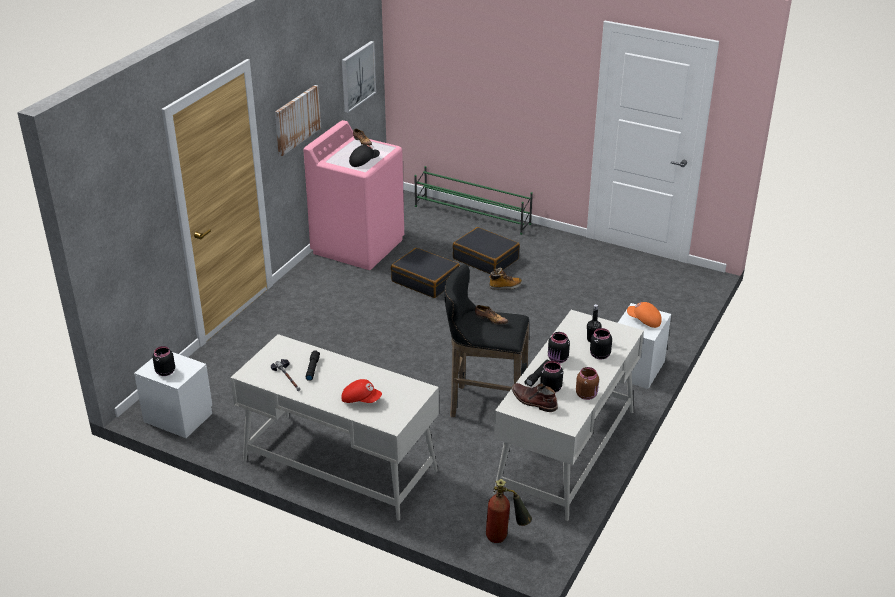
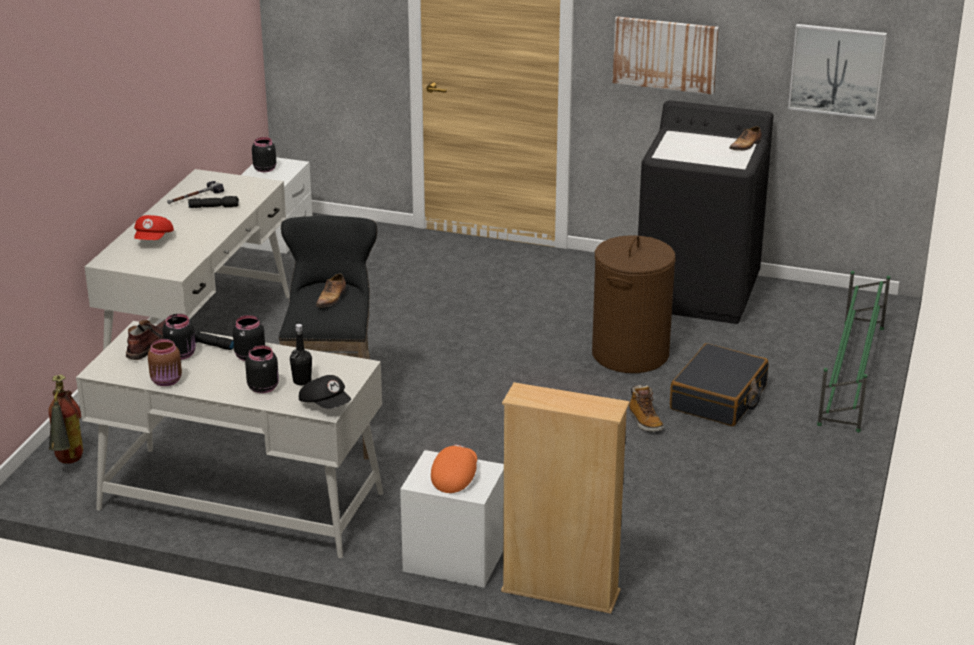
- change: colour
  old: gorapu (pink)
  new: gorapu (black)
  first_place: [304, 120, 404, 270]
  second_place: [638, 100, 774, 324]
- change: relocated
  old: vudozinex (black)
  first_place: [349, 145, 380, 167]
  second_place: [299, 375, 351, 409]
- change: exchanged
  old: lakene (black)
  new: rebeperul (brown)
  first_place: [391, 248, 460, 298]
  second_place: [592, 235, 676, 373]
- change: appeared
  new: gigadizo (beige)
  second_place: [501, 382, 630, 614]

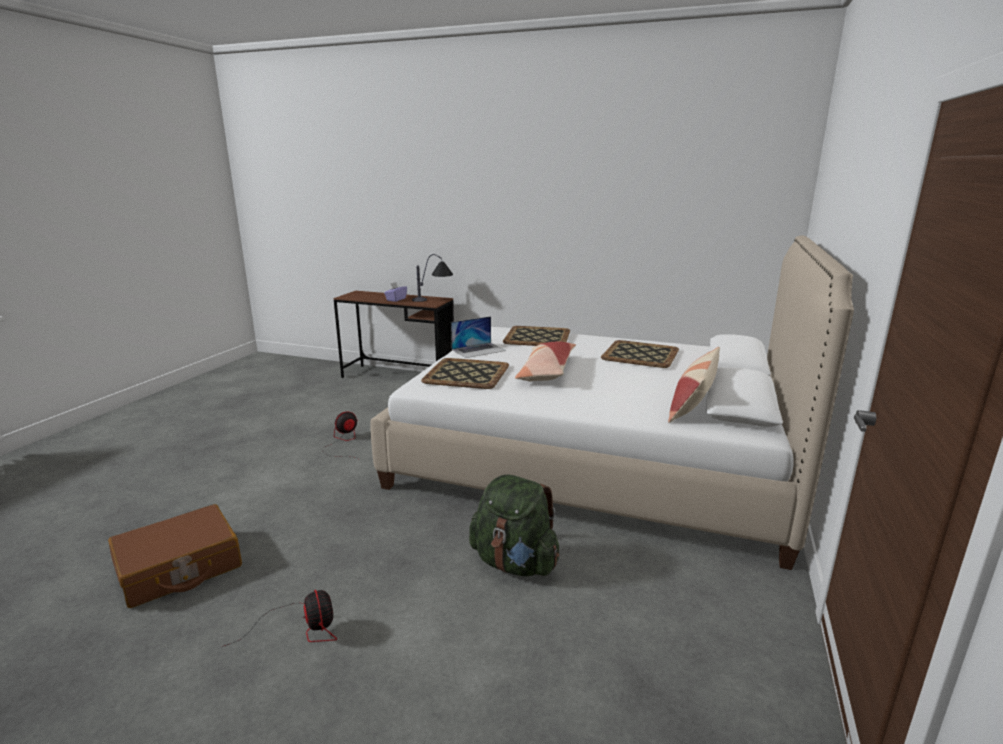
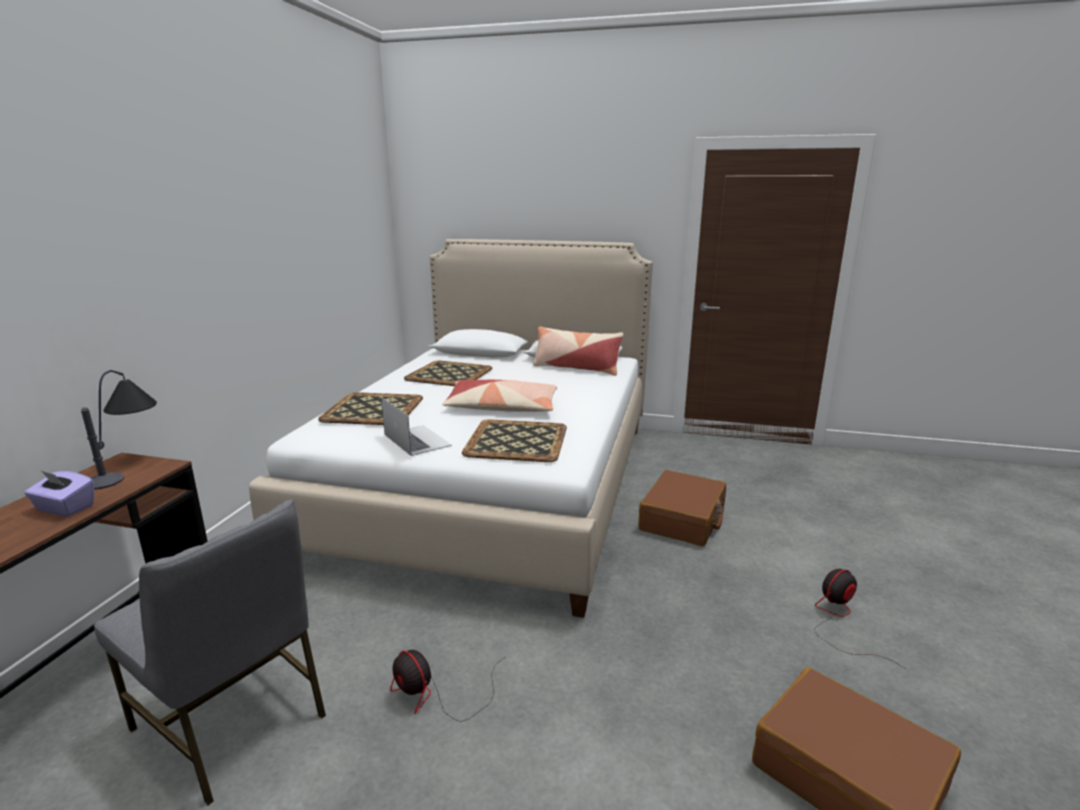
- change: exchanged
  old: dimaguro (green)
  new: lakene (brown)
  first_place: [469, 474, 559, 576]
  second_place: [638, 470, 726, 546]
- change: appeared
  new: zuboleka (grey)
  second_place: [94, 499, 326, 805]

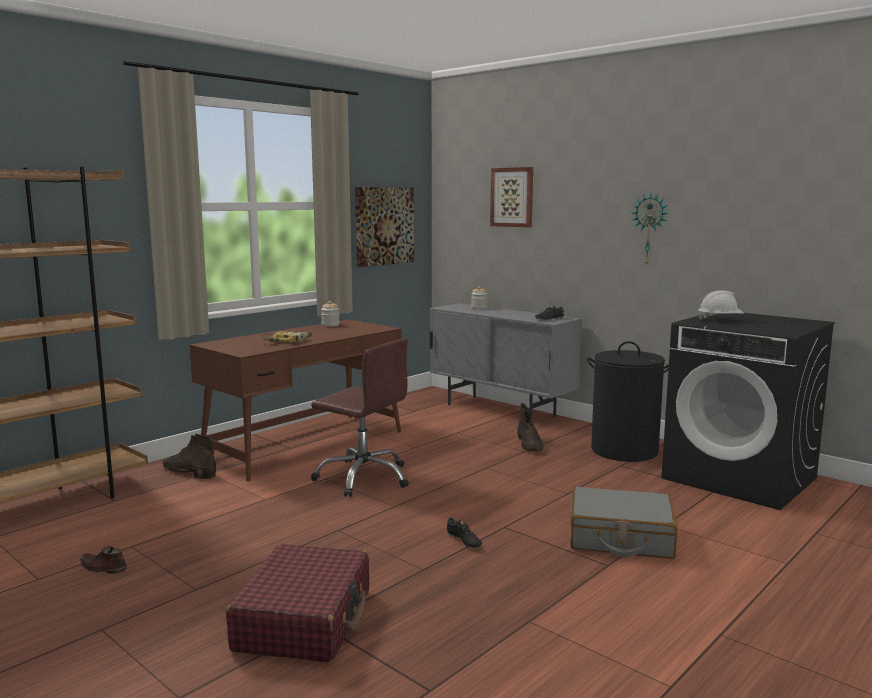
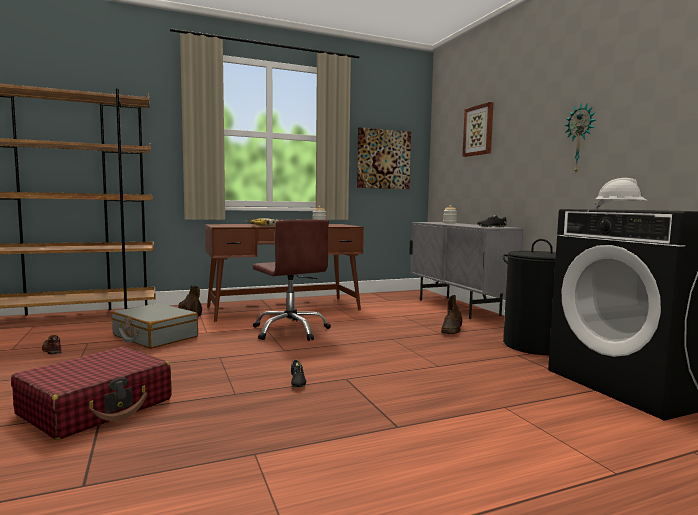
- change: relocated
  old: lakene (grey)
  first_place: [571, 487, 678, 559]
  second_place: [111, 303, 198, 349]

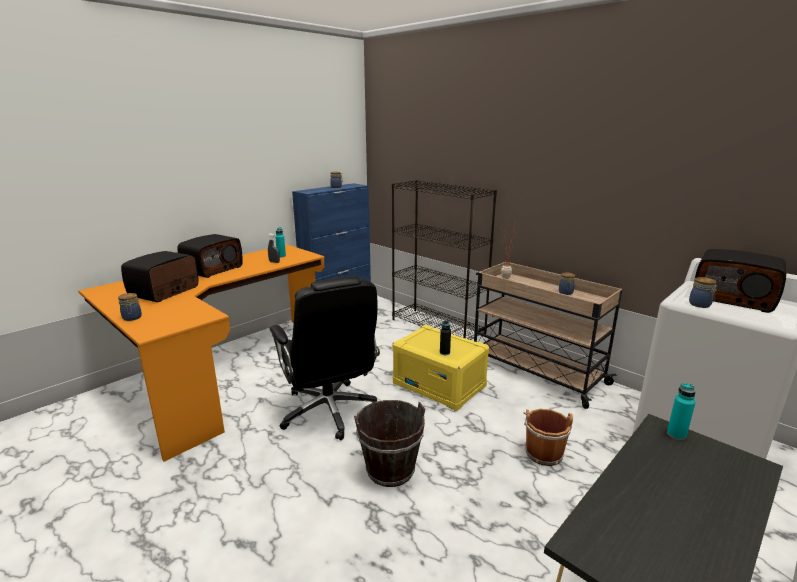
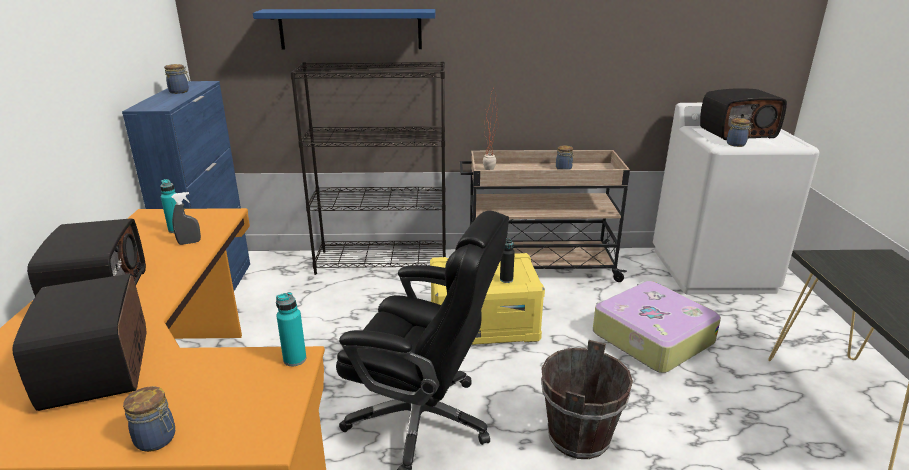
- change: relocated
  old: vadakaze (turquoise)
  first_place: [667, 383, 696, 440]
  second_place: [276, 292, 306, 366]
- change: exchanged
  old: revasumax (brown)
  new: lakene
  first_place: [524, 409, 573, 466]
  second_place: [593, 281, 721, 373]
- change: appeared
  new: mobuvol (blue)
  second_place: [253, 9, 436, 50]

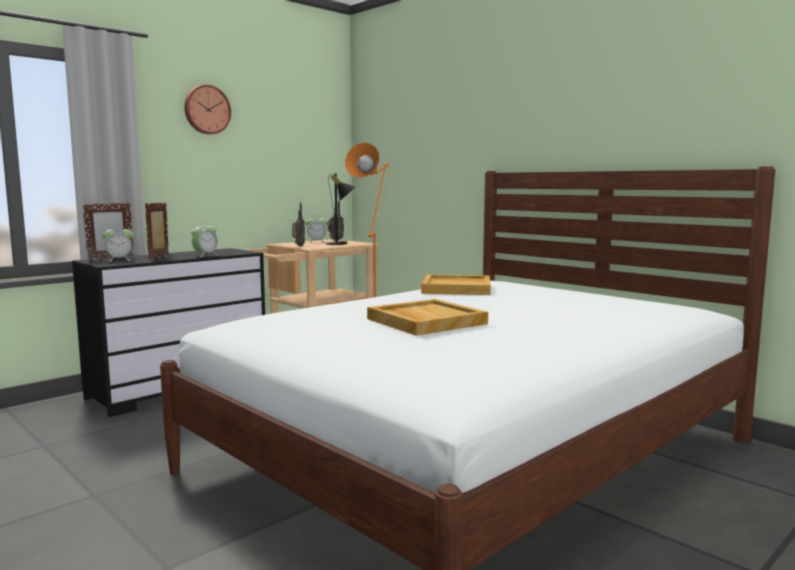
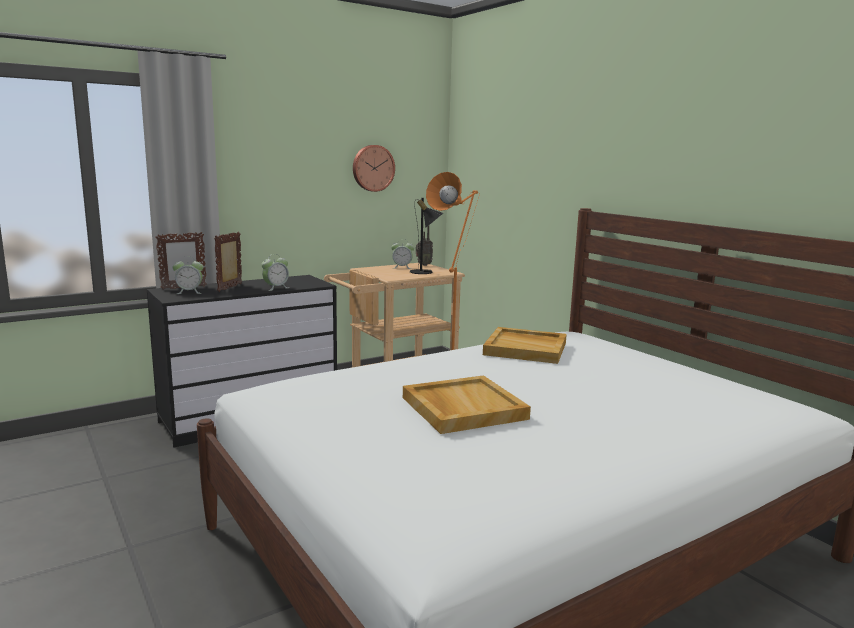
- change: relocated
  old: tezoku
  first_place: [184, 85, 231, 134]
  second_place: [353, 145, 395, 192]
- change: missing
  old: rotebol
  first_place: [292, 203, 305, 246]

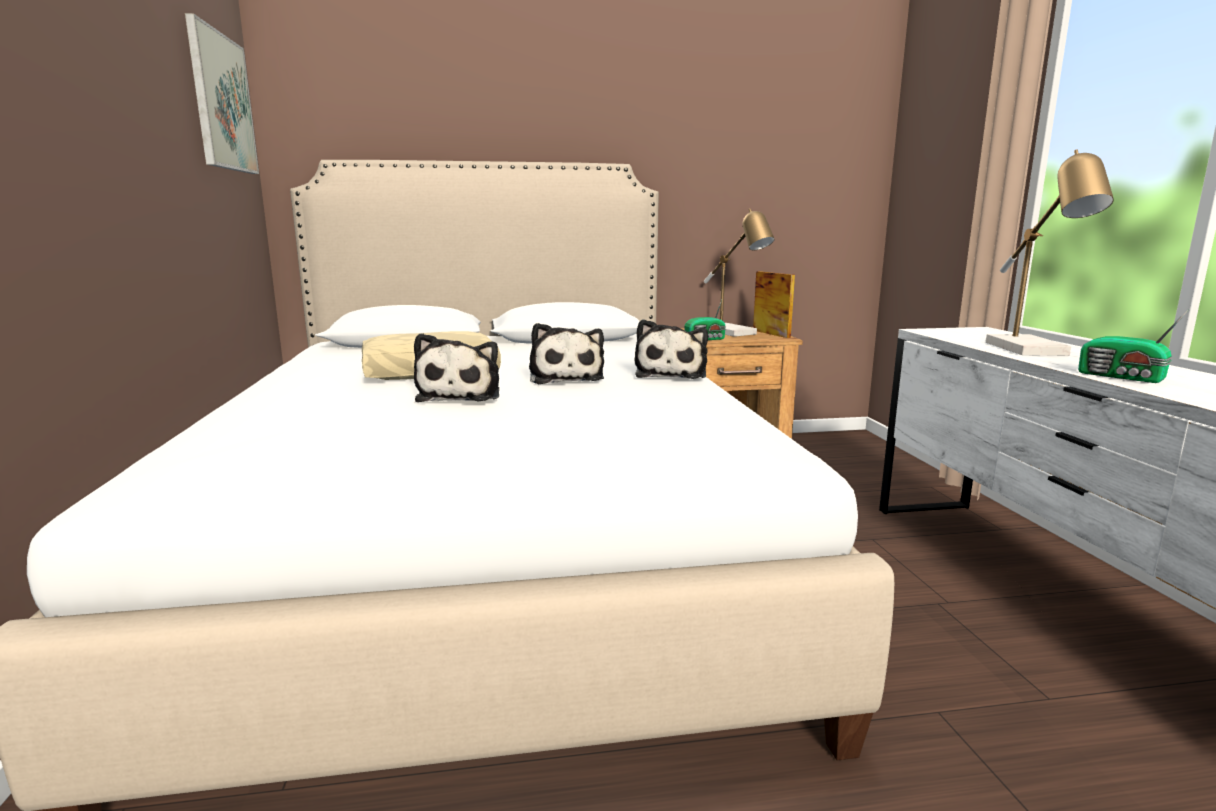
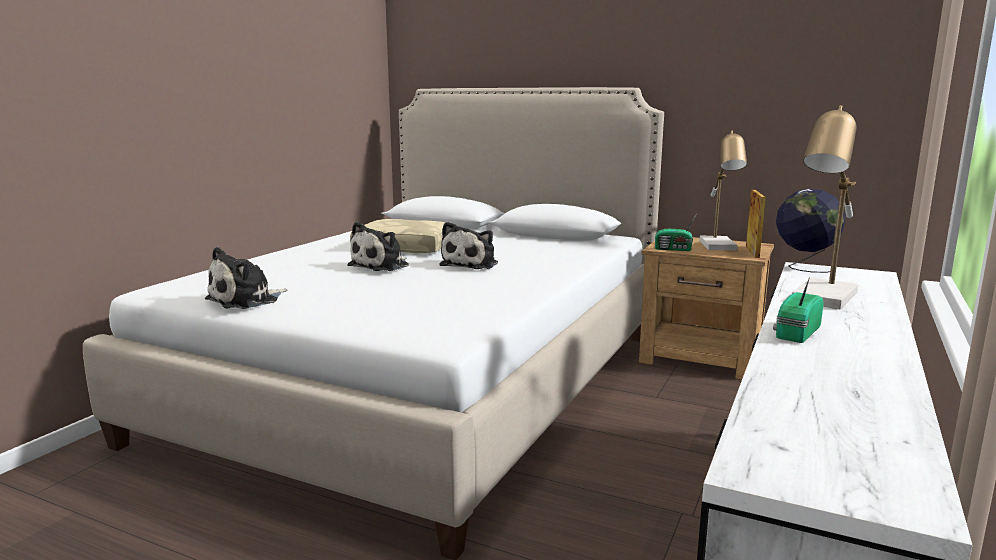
- change: missing
  old: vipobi
  first_place: [185, 13, 259, 174]
- change: spun
  old: rotebol
  first_place: [1078, 310, 1188, 383]
  second_place: [773, 277, 823, 343]
  degrees: 45
- change: relocated
  old: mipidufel
  first_place: [635, 319, 708, 379]
  second_place: [205, 247, 287, 309]
- change: appeared
  new: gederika
  second_place: [776, 188, 846, 273]

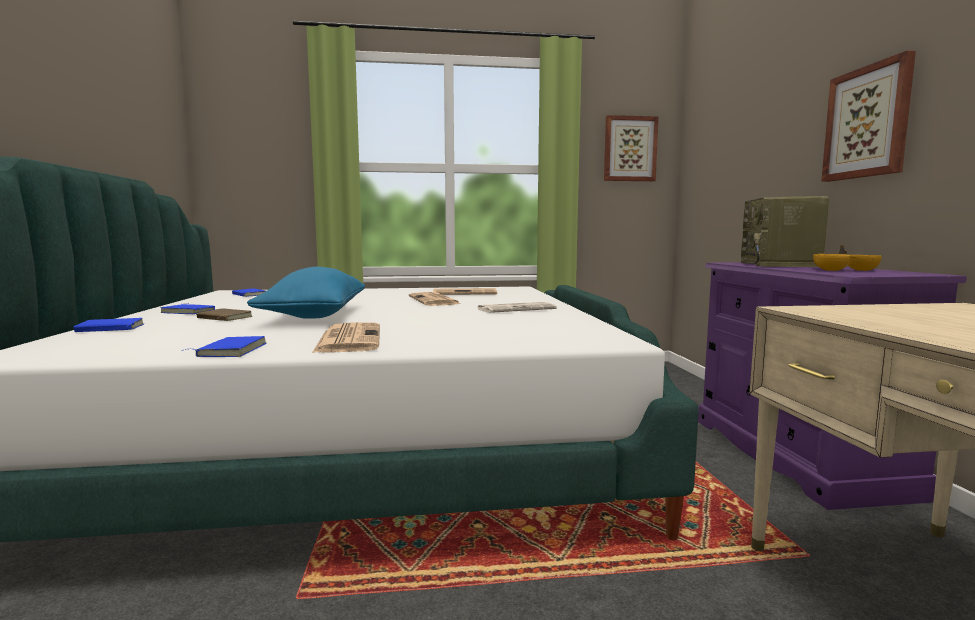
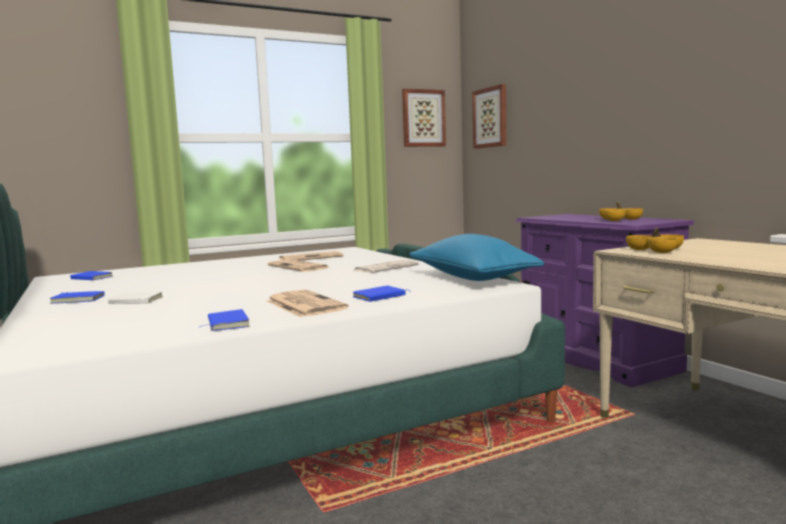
- change: relocated
  old: vipobi
  first_place: [821, 51, 916, 182]
  second_place: [472, 84, 506, 149]
- change: missing
  old: rotebol
  first_place: [741, 196, 829, 267]
- change: relocated
  old: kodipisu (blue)
  first_place: [247, 267, 365, 319]
  second_place: [409, 234, 544, 281]
- change: colour
  old: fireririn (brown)
  new: fireririn (white)
  first_place: [196, 309, 252, 321]
  second_place: [108, 292, 163, 304]
- change: relocated
  old: fireririn (blue)
  first_place: [74, 318, 144, 332]
  second_place: [353, 286, 412, 302]
- change: appeared
  new: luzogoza
  second_place: [626, 228, 684, 253]

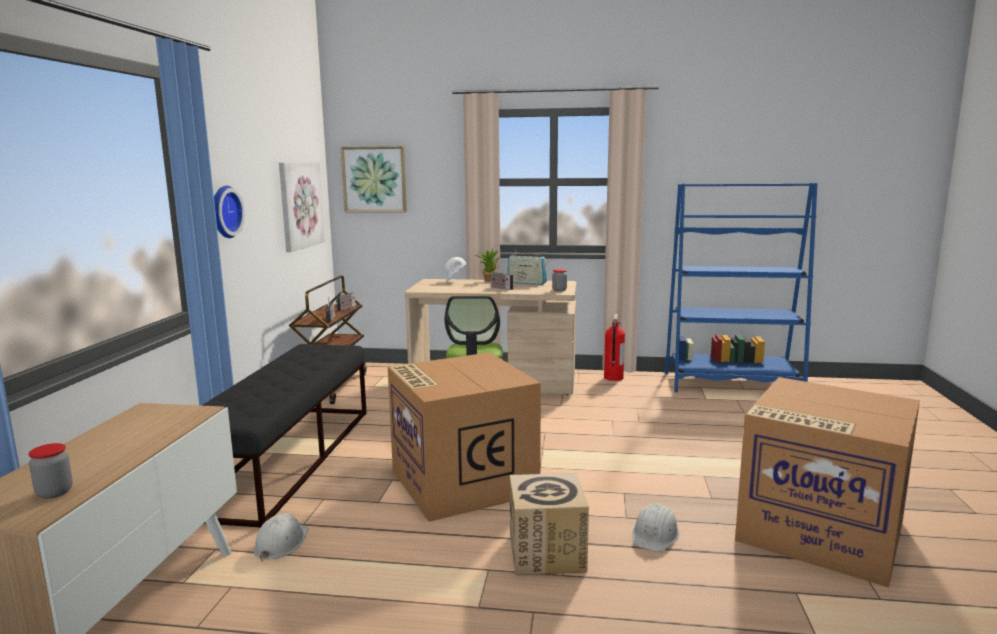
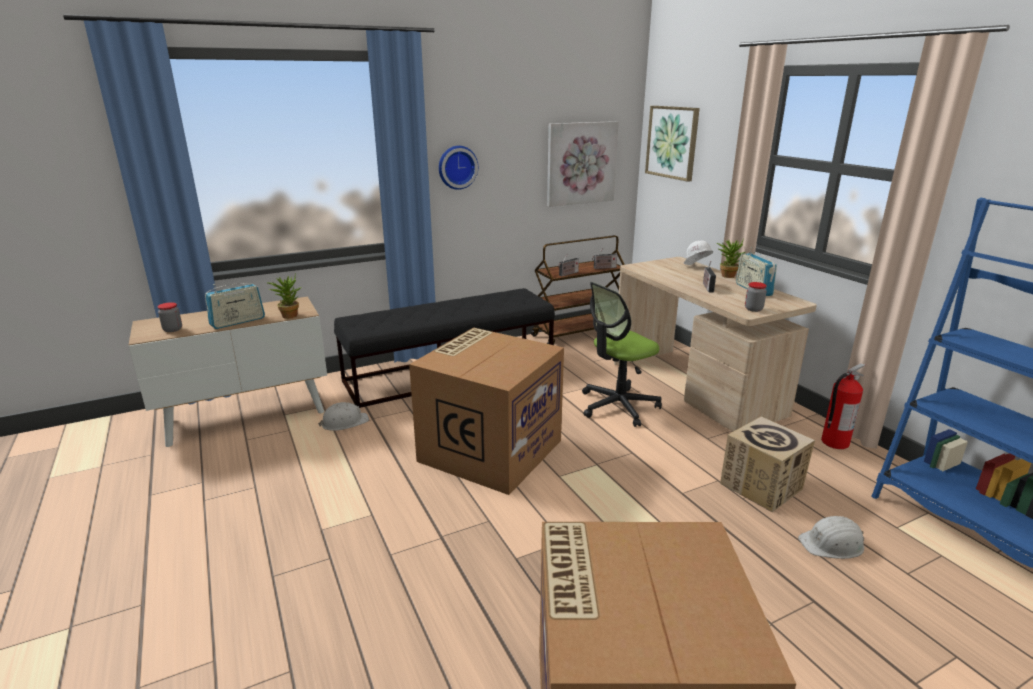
- change: relocated
  old: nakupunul
  first_place: [510, 473, 589, 575]
  second_place: [720, 417, 815, 512]
- change: relocated
  old: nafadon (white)
  first_place: [632, 503, 679, 552]
  second_place: [798, 516, 864, 559]
- change: appeared
  new: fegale
  second_place: [267, 273, 301, 319]
- change: appeared
  new: rotebol
  second_place: [205, 283, 265, 329]

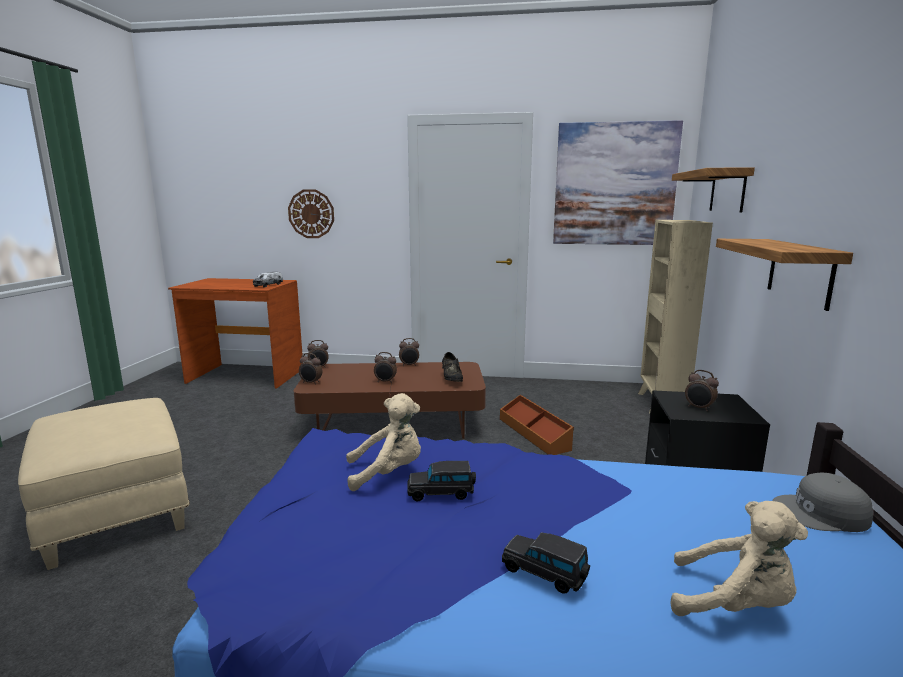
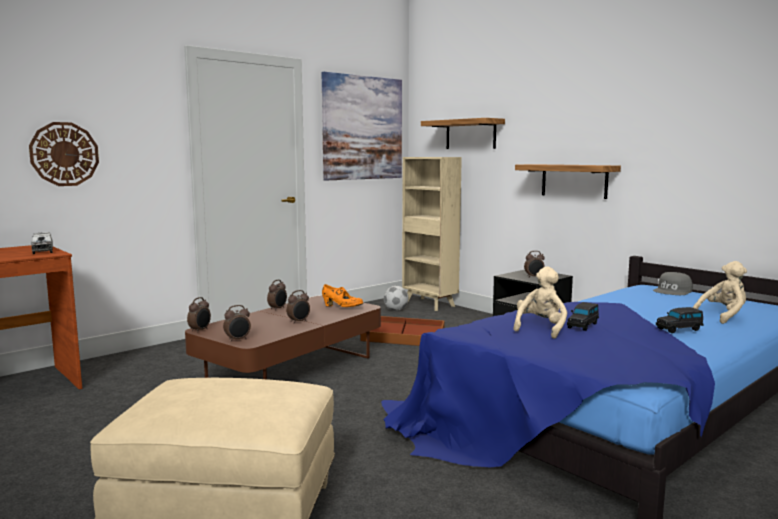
- change: colour
  old: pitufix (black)
  new: pitufix (orange)
  first_place: [442, 352, 463, 382]
  second_place: [322, 284, 363, 307]
- change: appeared
  new: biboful
  second_place: [384, 286, 408, 311]

